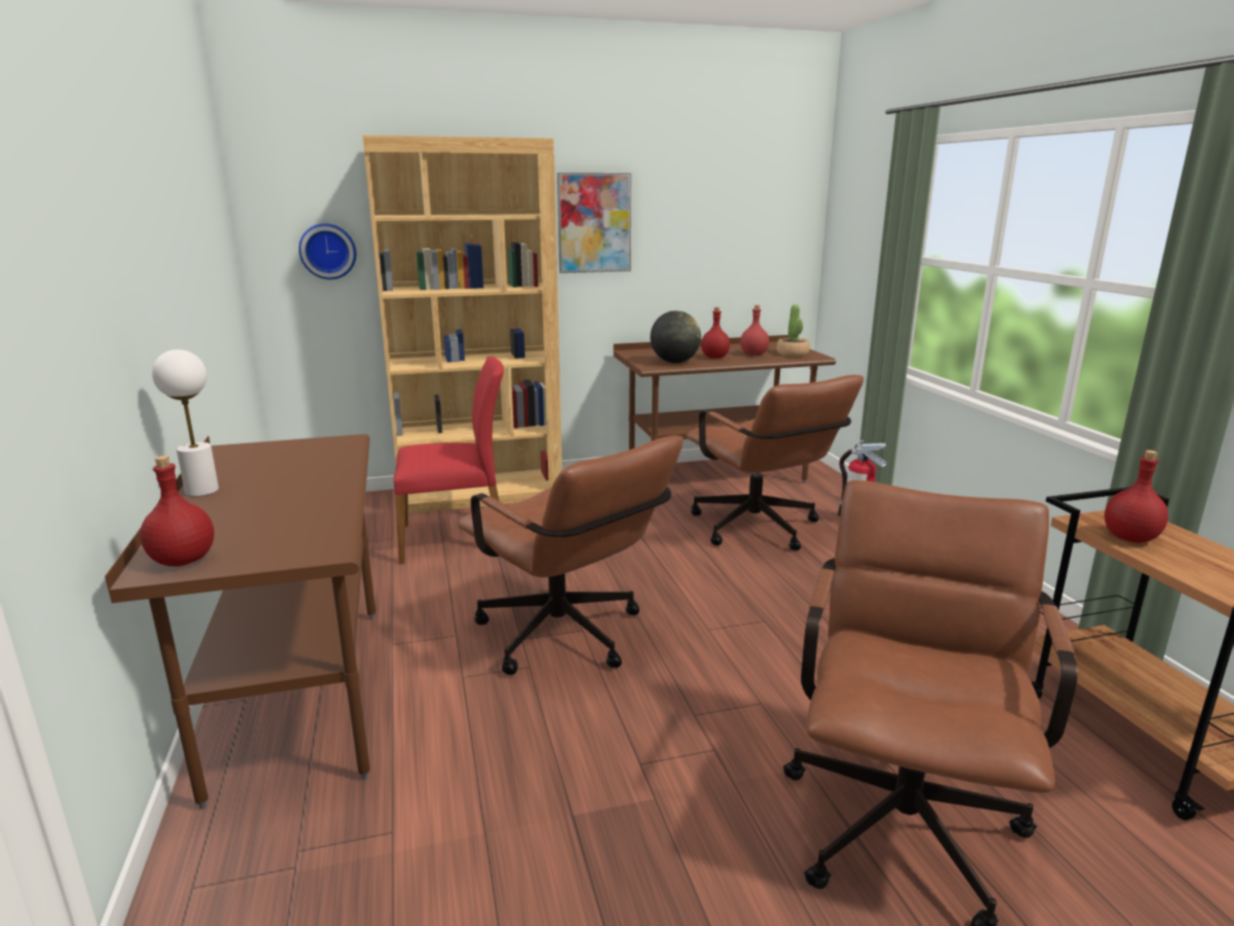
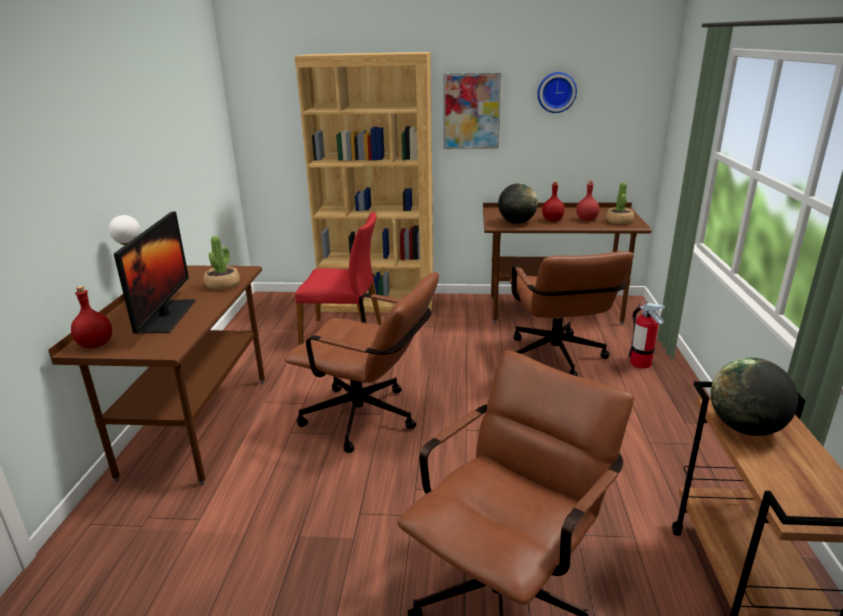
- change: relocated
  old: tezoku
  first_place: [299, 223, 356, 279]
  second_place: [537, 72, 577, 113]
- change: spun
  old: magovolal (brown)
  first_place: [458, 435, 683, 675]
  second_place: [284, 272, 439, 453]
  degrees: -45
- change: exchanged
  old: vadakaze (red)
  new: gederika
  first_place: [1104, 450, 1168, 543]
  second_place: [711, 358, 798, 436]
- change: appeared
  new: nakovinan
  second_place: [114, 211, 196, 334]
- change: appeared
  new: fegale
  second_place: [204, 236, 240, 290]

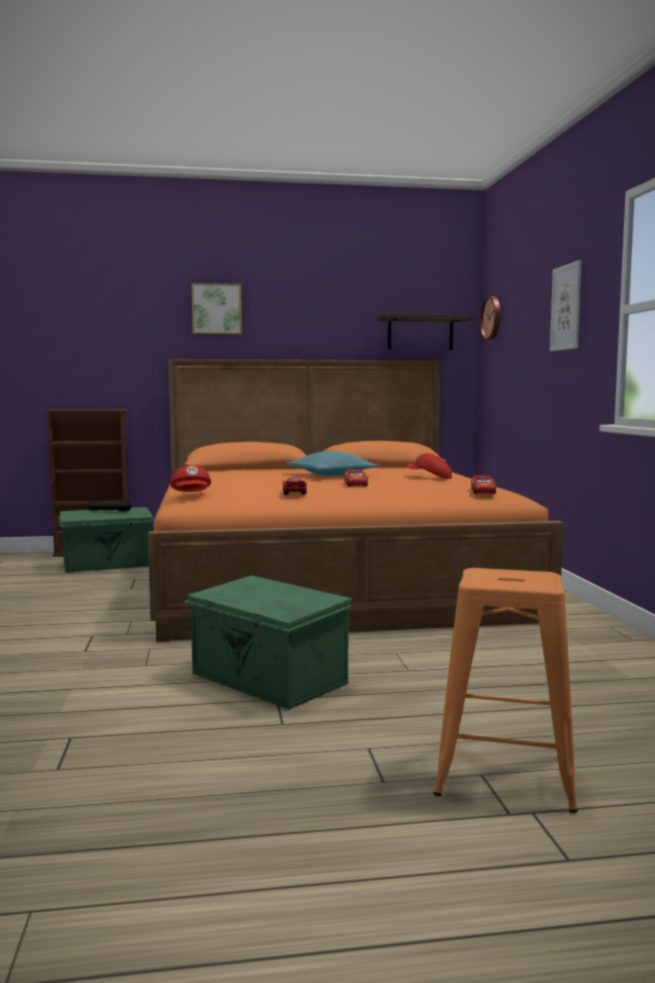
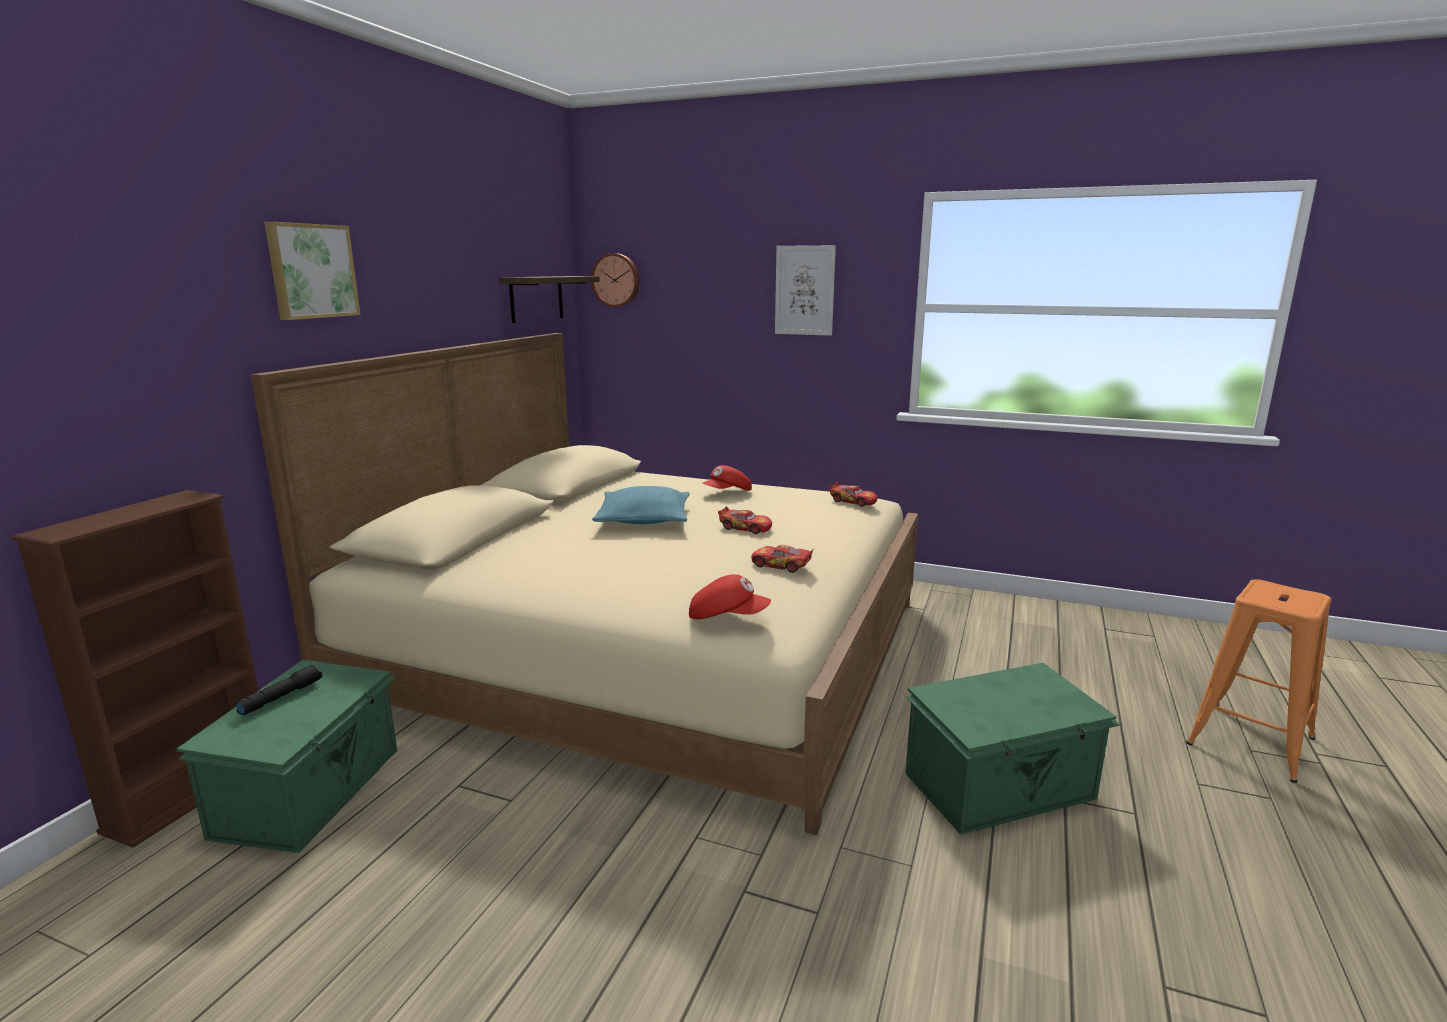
- change: colour
  old: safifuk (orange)
  new: safifuk (beige)
  first_place: [148, 359, 563, 642]
  second_place: [250, 333, 918, 835]

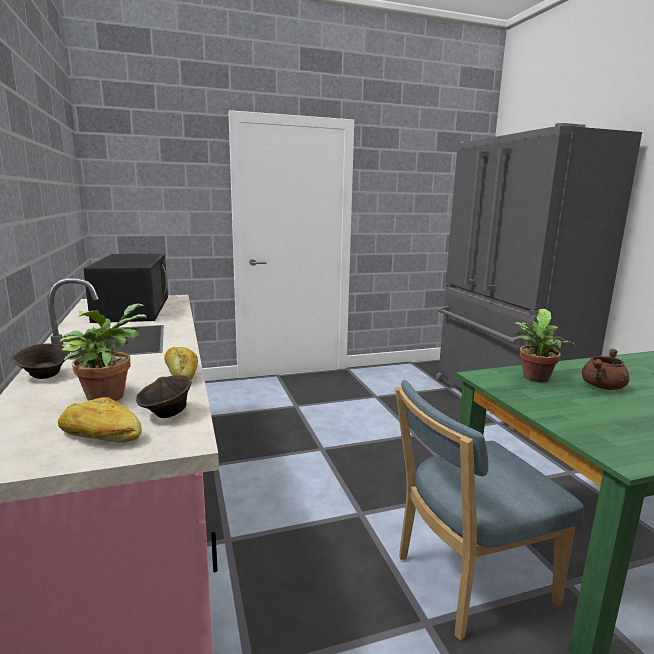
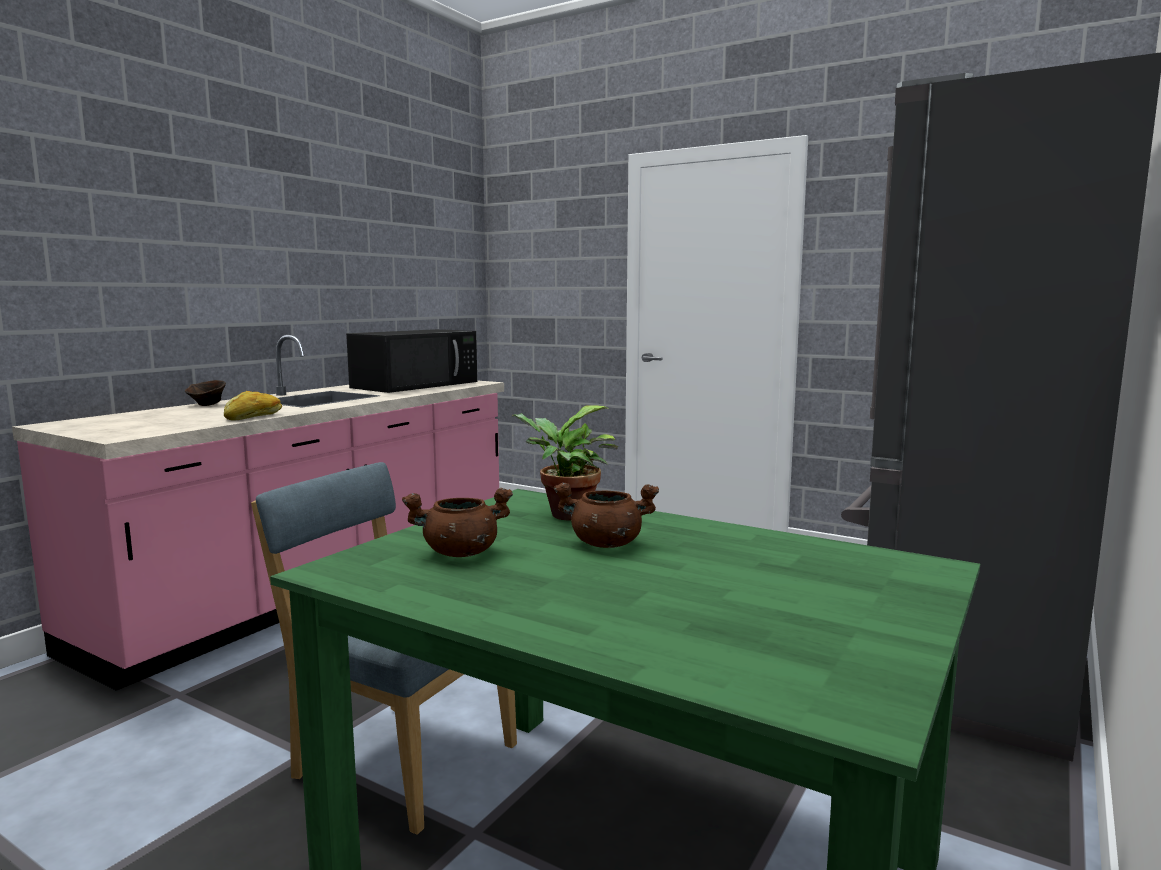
- change: missing
  old: fegale
  first_place: [60, 303, 147, 401]
- change: missing
  old: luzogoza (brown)
  first_place: [136, 375, 191, 418]
- change: missing
  old: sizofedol
  first_place: [58, 397, 142, 443]
- change: appeared
  new: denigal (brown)
  second_place: [402, 488, 513, 557]

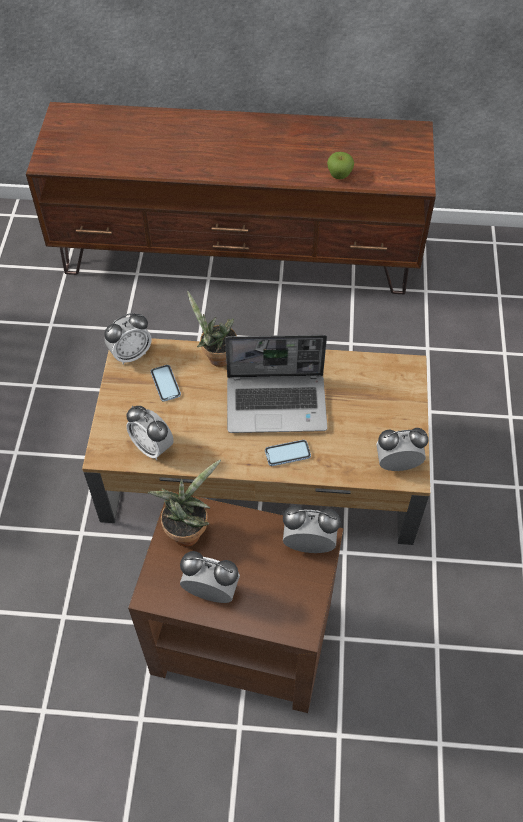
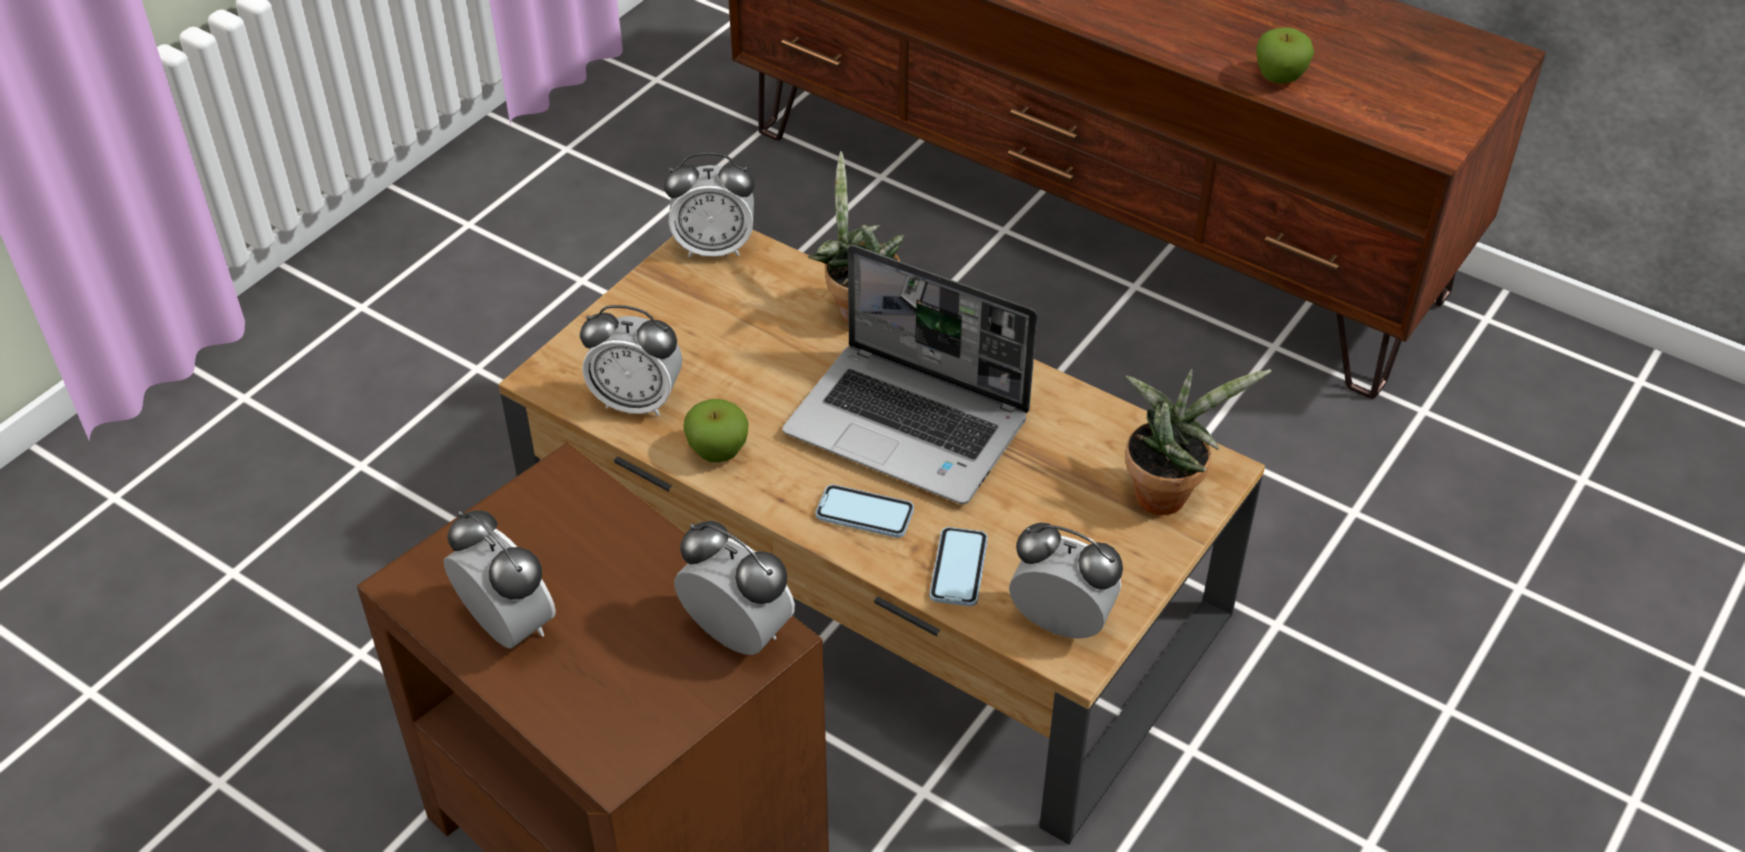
- change: relocated
  old: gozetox
  first_place: [151, 365, 181, 402]
  second_place: [930, 527, 988, 606]
- change: spun
  old: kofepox
  first_place: [126, 406, 174, 460]
  second_place: [580, 305, 682, 417]
  degrees: -60
- change: relocated
  old: fegale
  first_place: [147, 460, 221, 547]
  second_place: [1125, 369, 1272, 515]
- change: appeared
  new: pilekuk
  second_place: [683, 399, 749, 462]

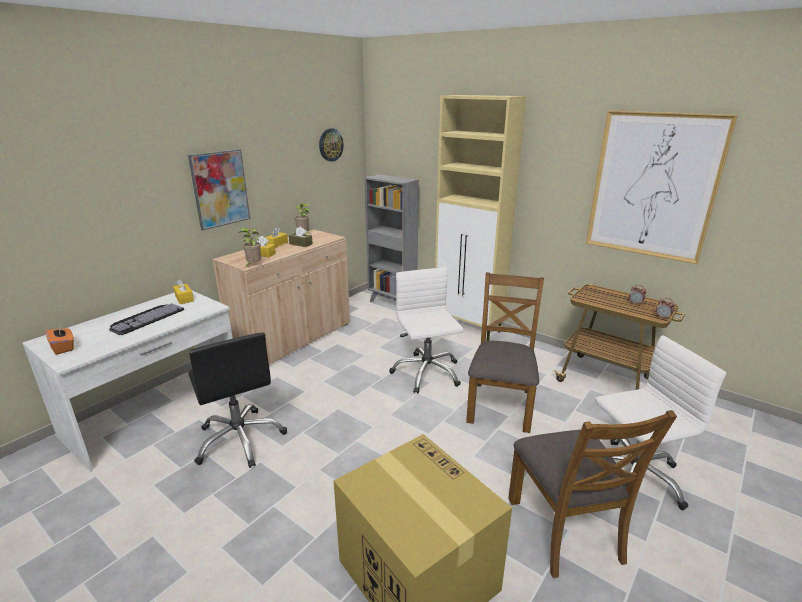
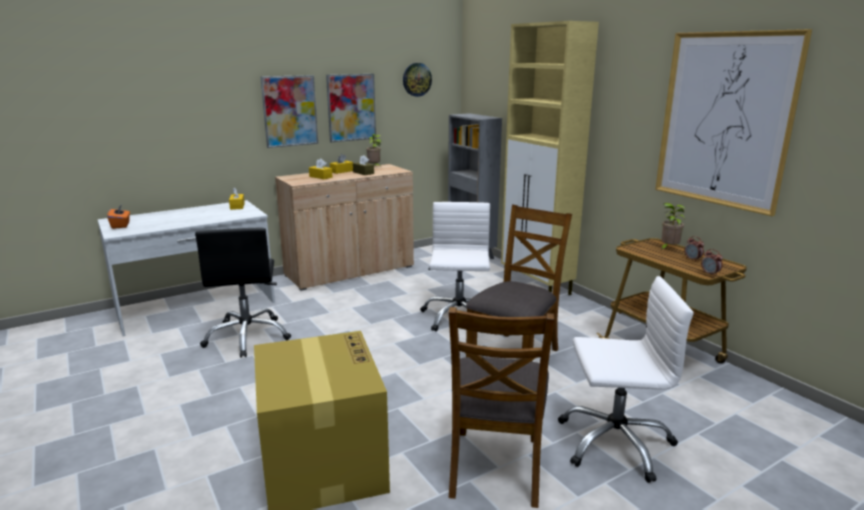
- change: relocated
  old: fegale
  first_place: [240, 228, 261, 268]
  second_place: [660, 203, 686, 251]
- change: missing
  old: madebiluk
  first_place: [109, 303, 184, 335]
- change: appeared
  new: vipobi
  second_place: [326, 74, 376, 142]

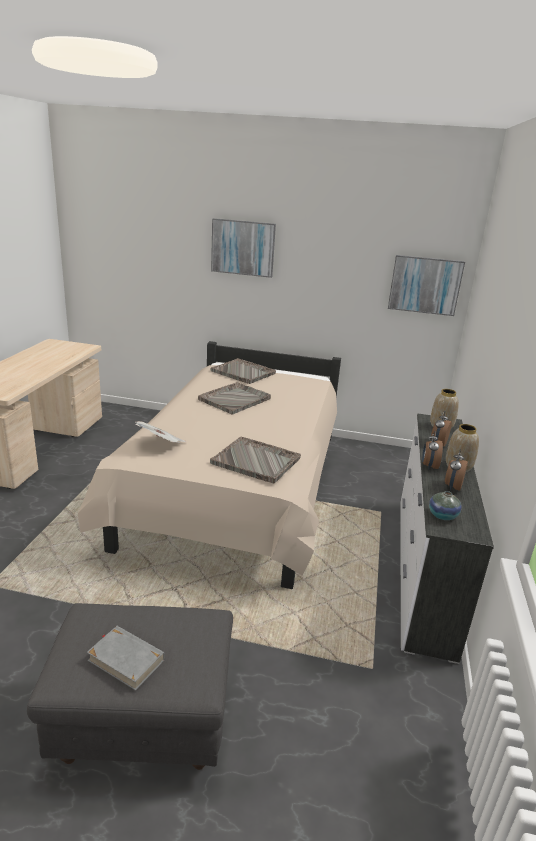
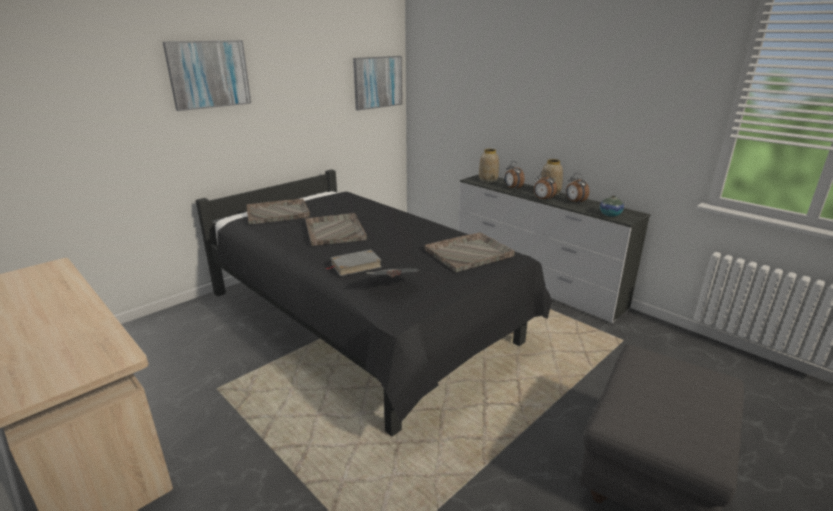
- change: colour
  old: safifuk (beige)
  new: safifuk (black)
  first_place: [78, 341, 341, 589]
  second_place: [196, 169, 552, 437]
- change: relocated
  old: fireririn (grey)
  first_place: [87, 626, 165, 691]
  second_place: [326, 250, 381, 276]

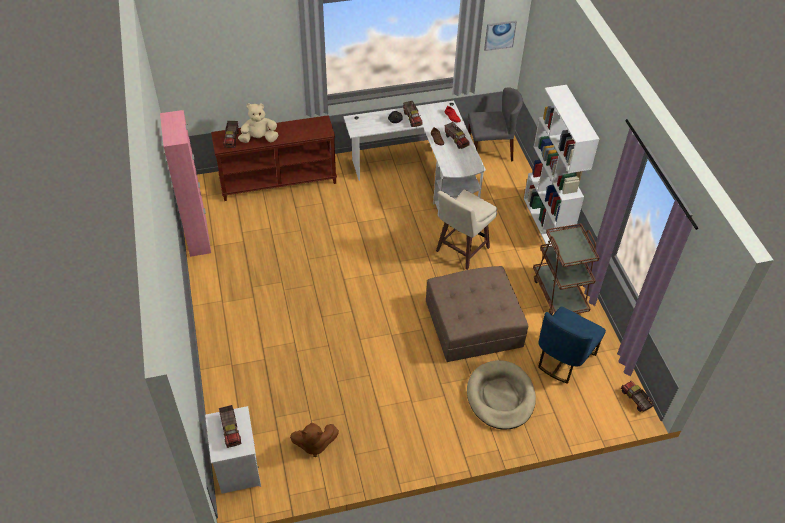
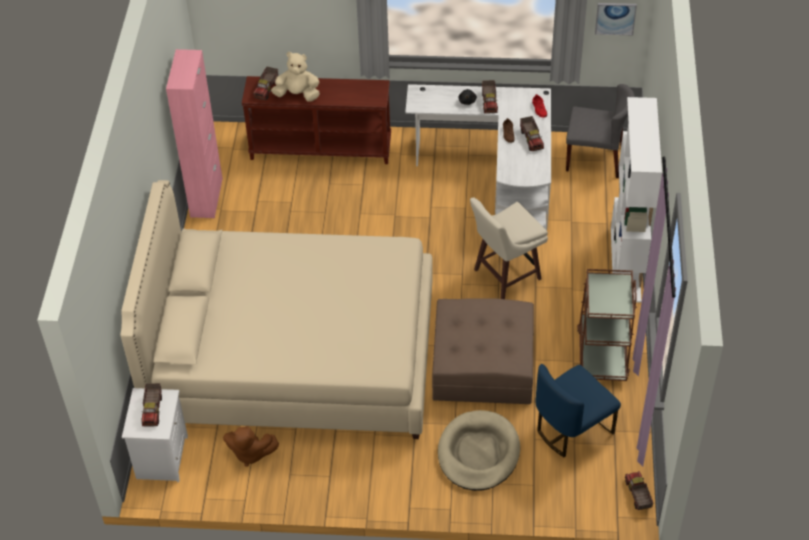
- change: appeared
  new: safifuk (beige)
  second_place: [121, 180, 433, 439]

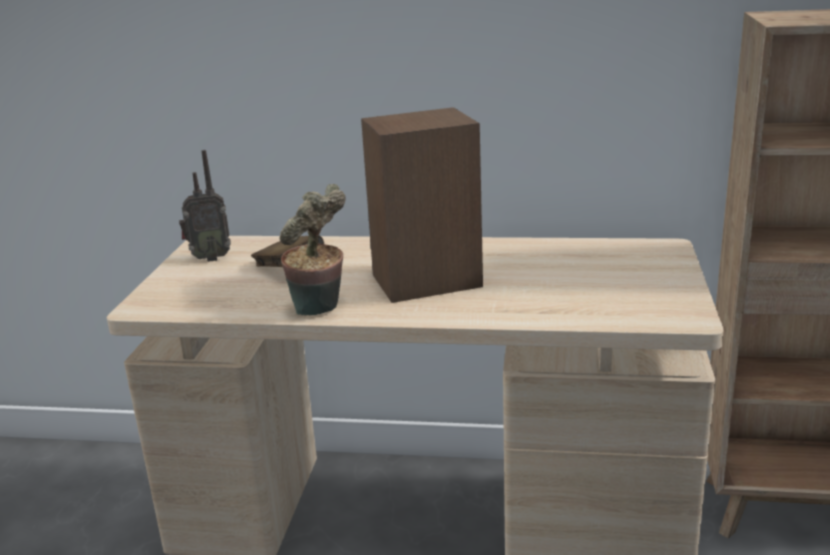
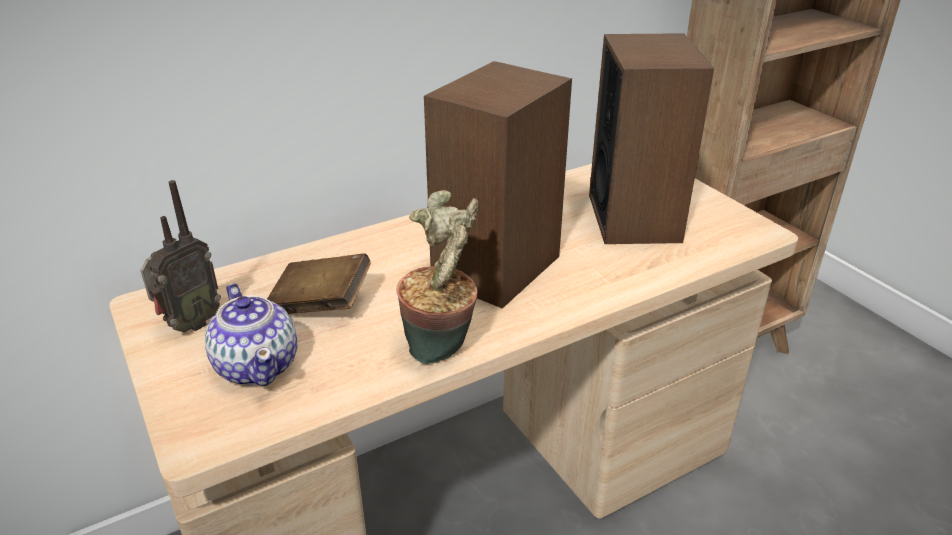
- change: appeared
  new: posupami
  second_place: [589, 33, 714, 244]
- change: appeared
  new: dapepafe
  second_place: [205, 283, 298, 386]

